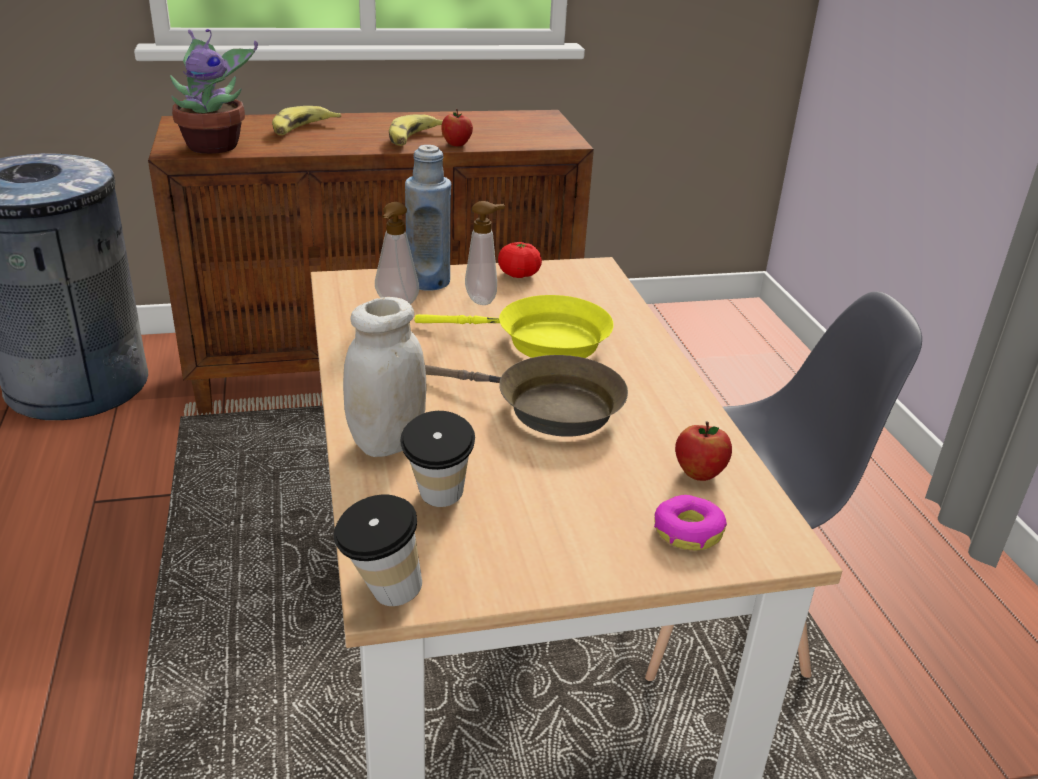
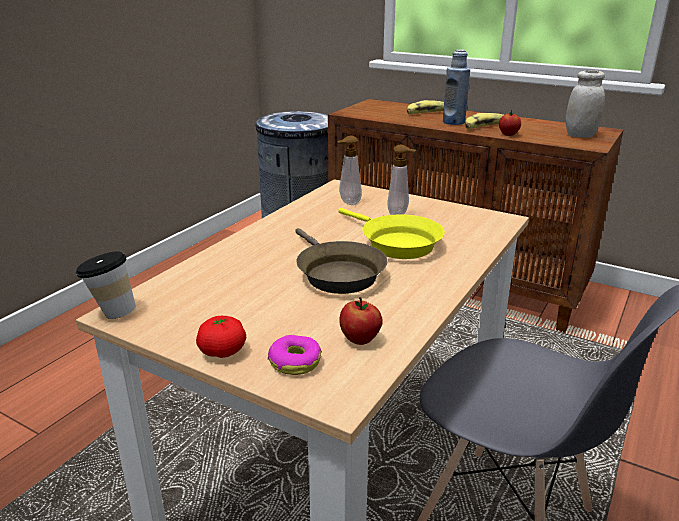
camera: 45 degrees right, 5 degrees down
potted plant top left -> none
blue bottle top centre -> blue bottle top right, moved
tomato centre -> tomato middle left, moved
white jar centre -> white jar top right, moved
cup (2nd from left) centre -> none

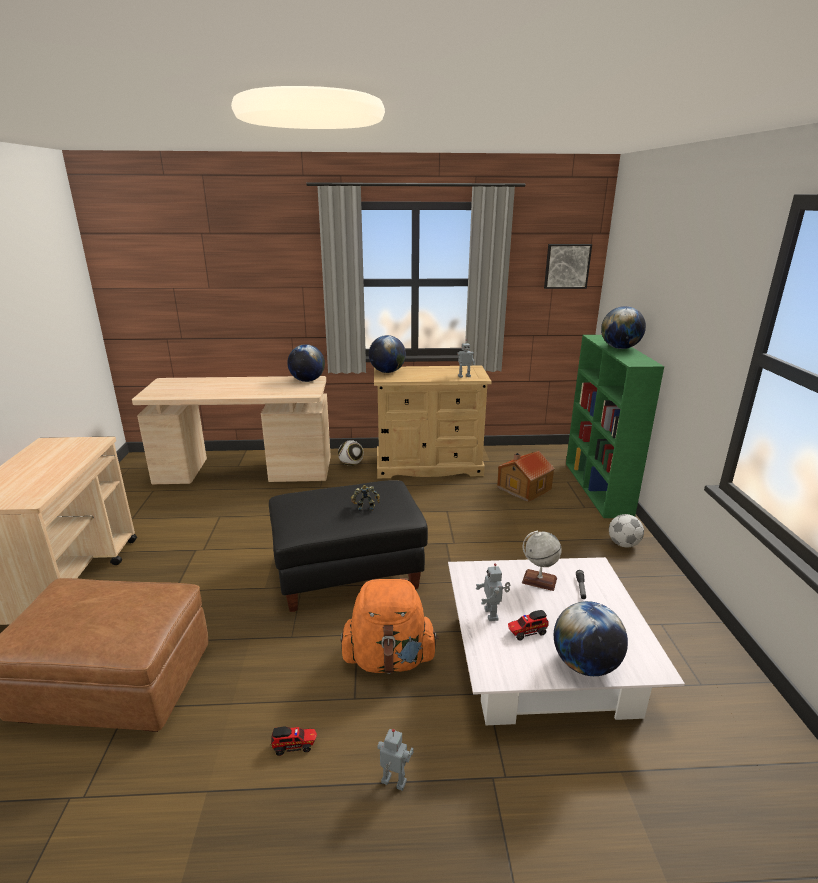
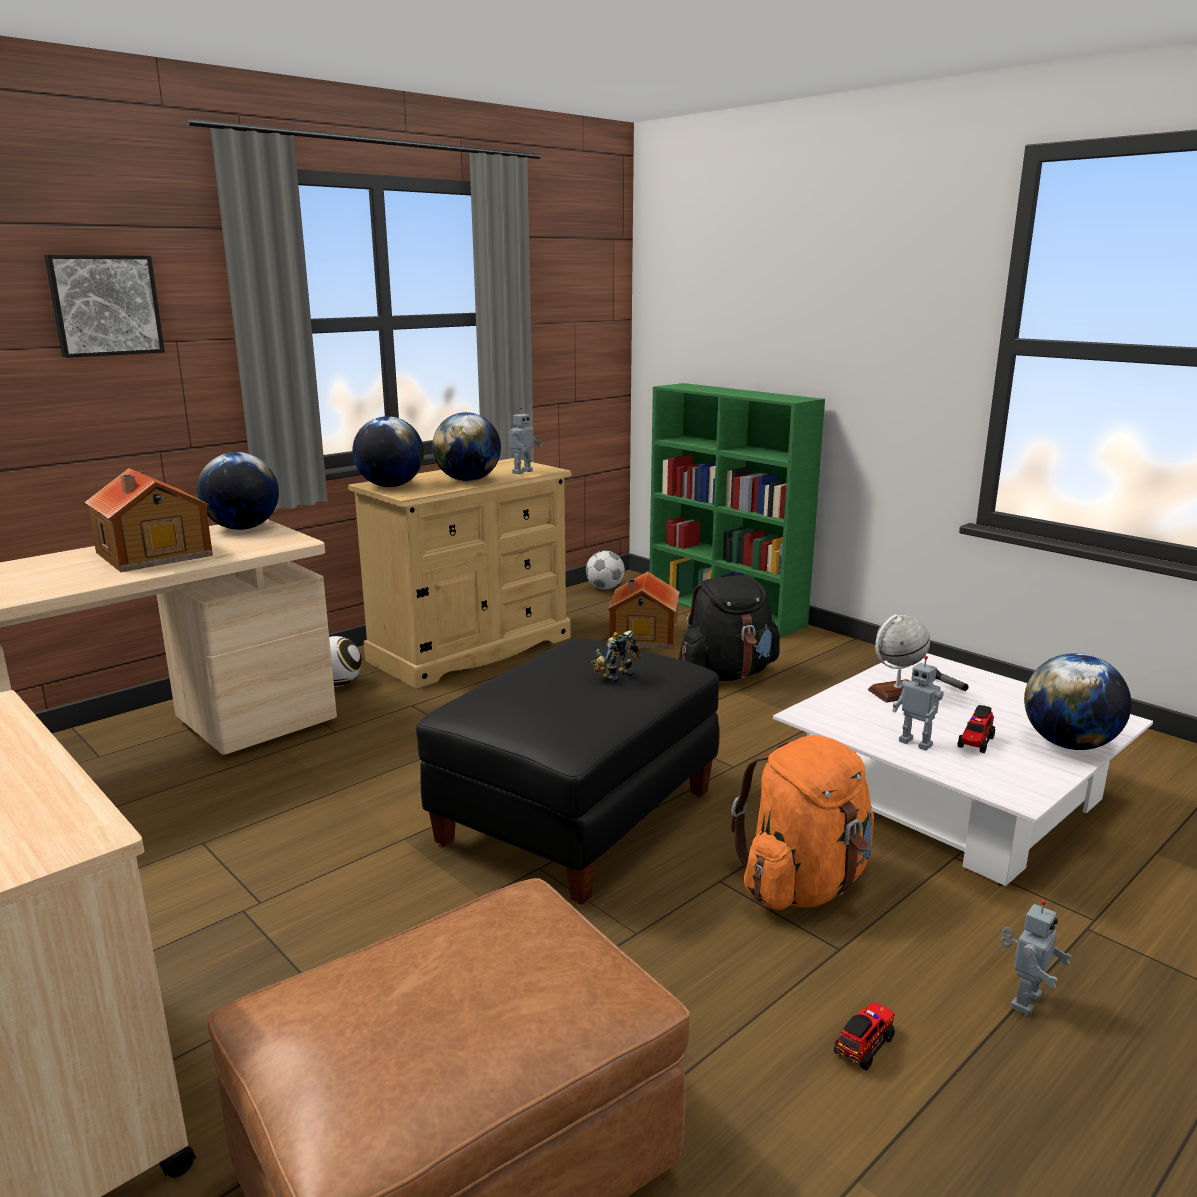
camera: 40 degrees left, 5 degrees down
picture top right -> picture top left, moved
globe (5th from left in the first image) middle right -> globe (3rd from left) centre, moved
football (2nd from left) middle right -> football (2nd from left) centre, moved
toy robot (2nd from left in the first image) bottom centre -> toy robot (4th from left) bottom right, 150 degrees clockwise
none -> toy house (1st from left) middle left
none -> black backpack centre

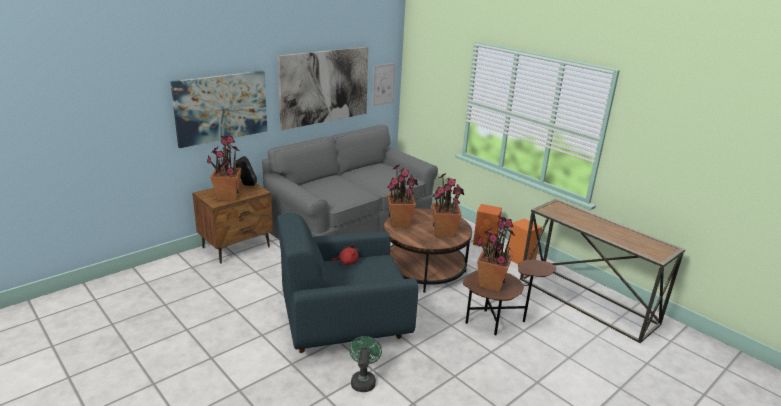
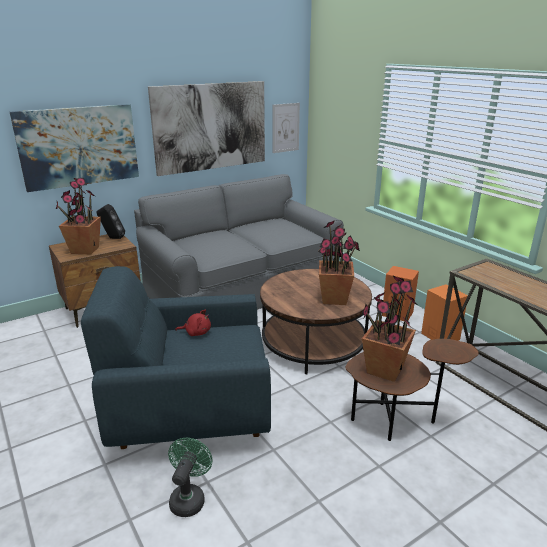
camera: 10 degrees right, 0 degrees up
potted plant (2nd from left) centre -> none

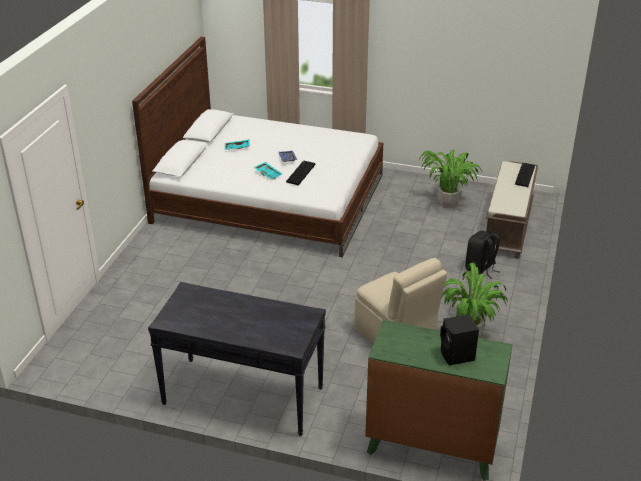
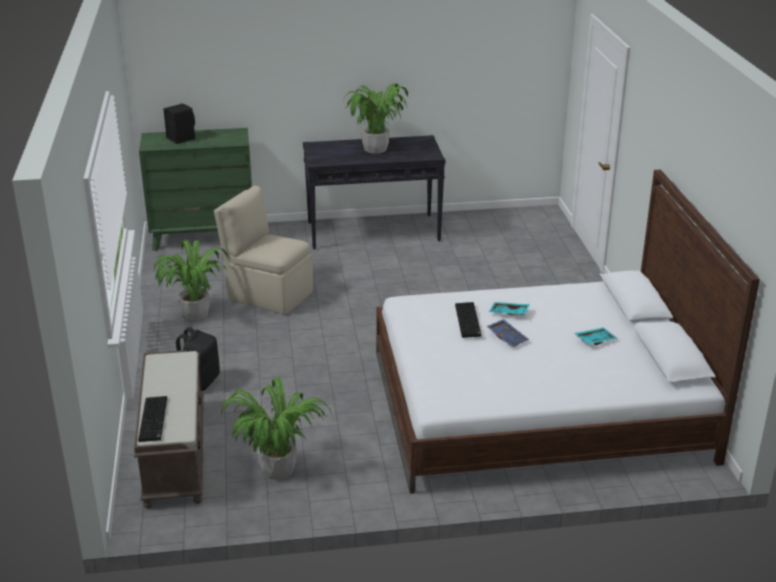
camera: 155 degrees right, 5 degrees down
none -> potted plant (3rd from left) top centre

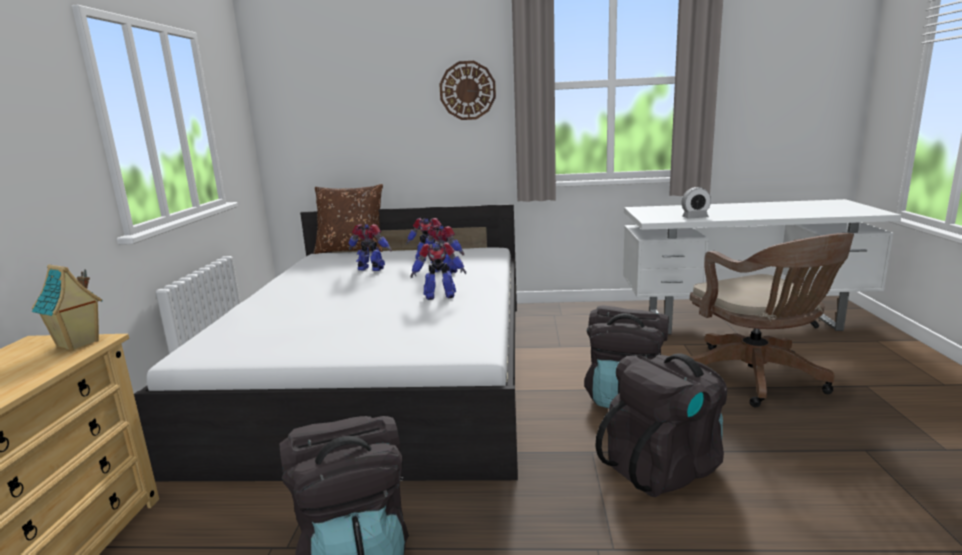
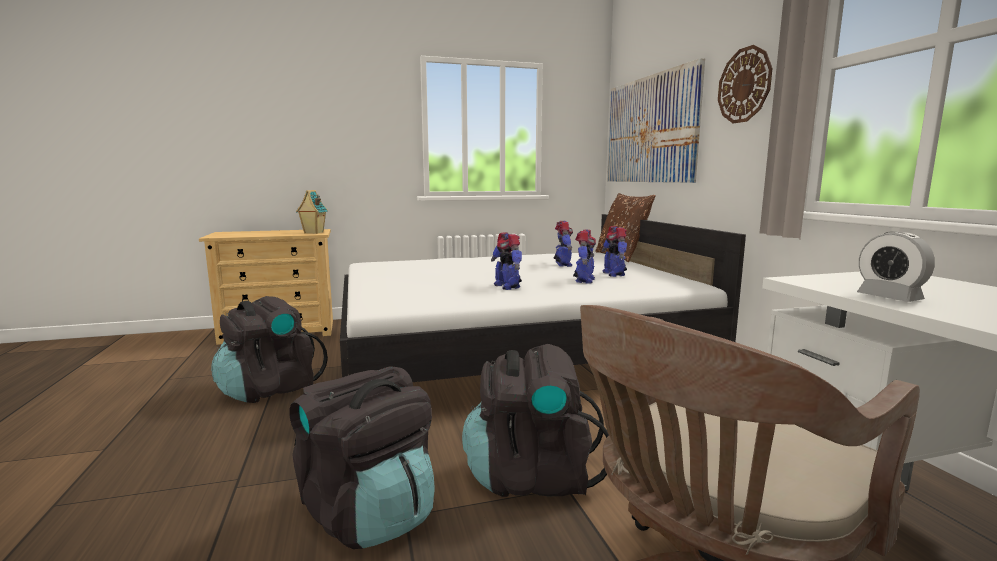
camera: 70 degrees right, 5 degrees down
none -> picture top centre

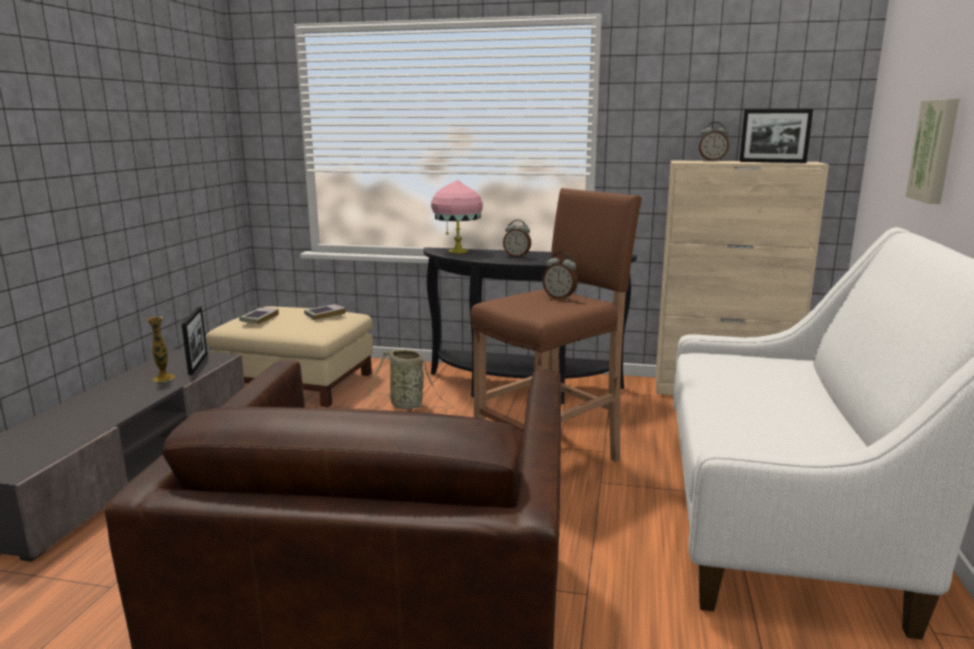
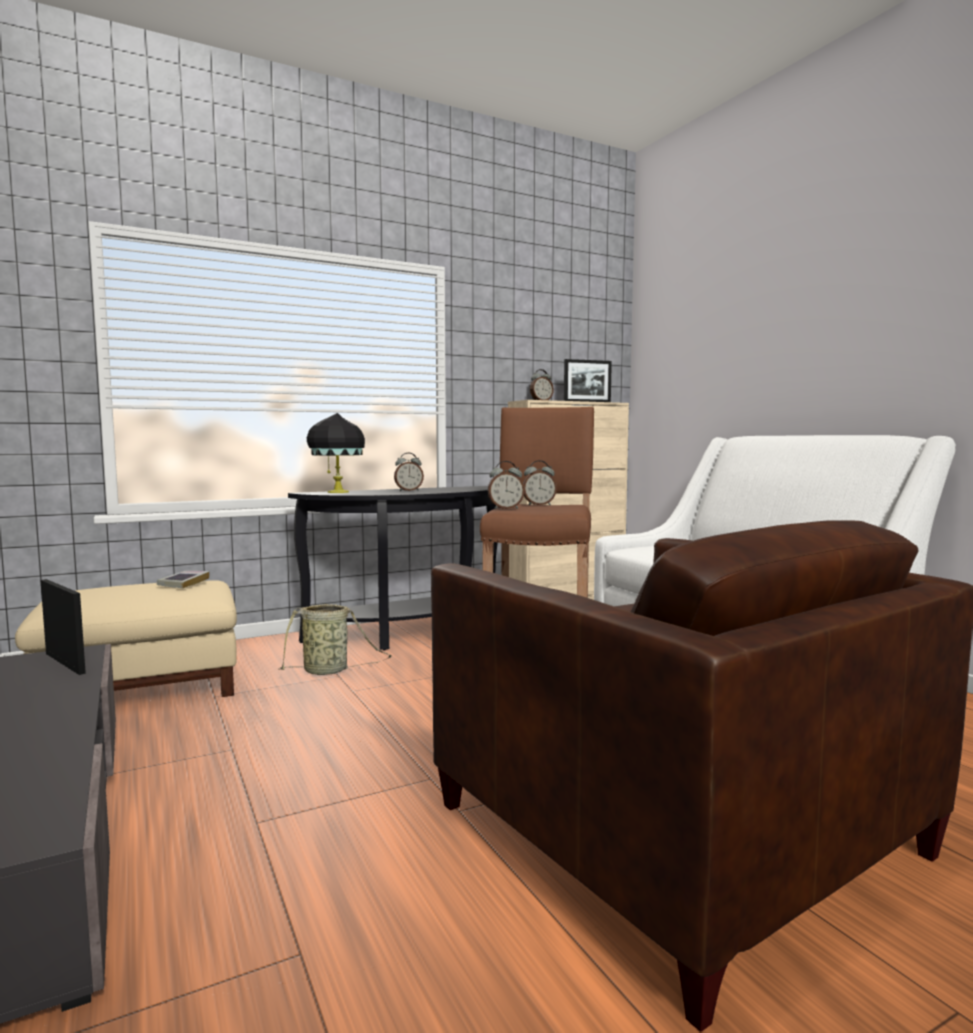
camera: 40 degrees left, 10 degrees down
picture top right -> none
pink table lamp top centre -> black table lamp centre
book (1st from left) middle left -> none
vase middle left -> none
none -> alarm clock (2nd from left) centre

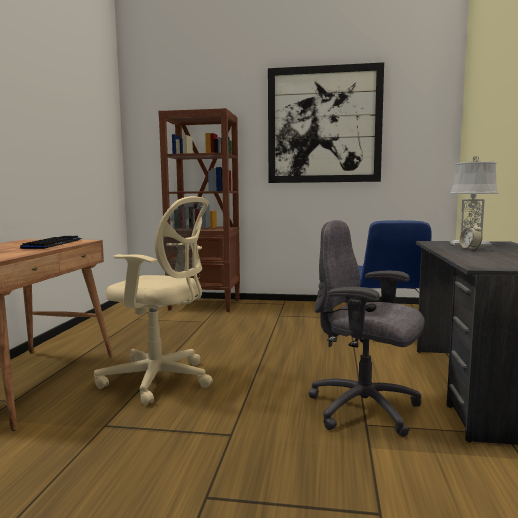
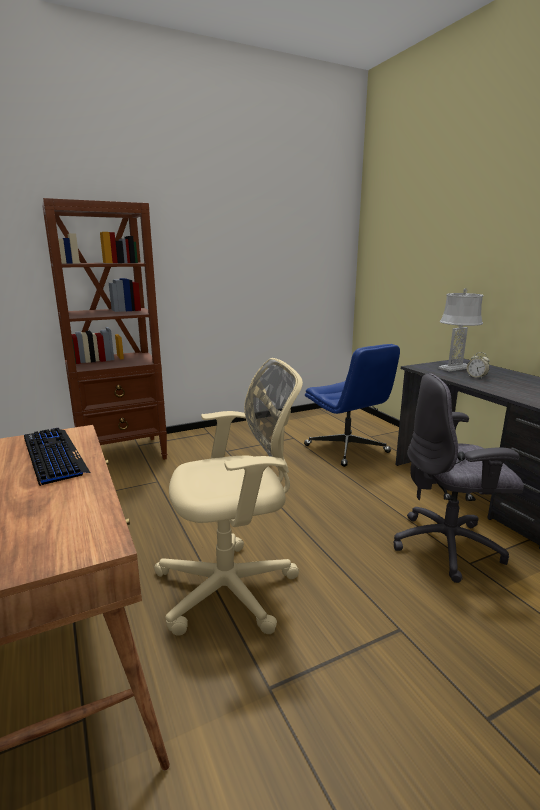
camera: 35 degrees left, 10 degrees up
picture top centre -> none

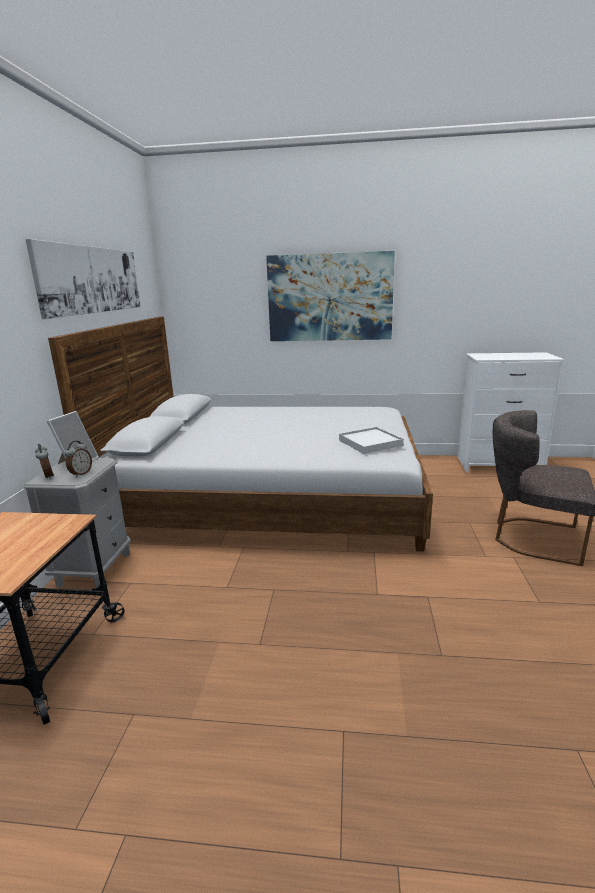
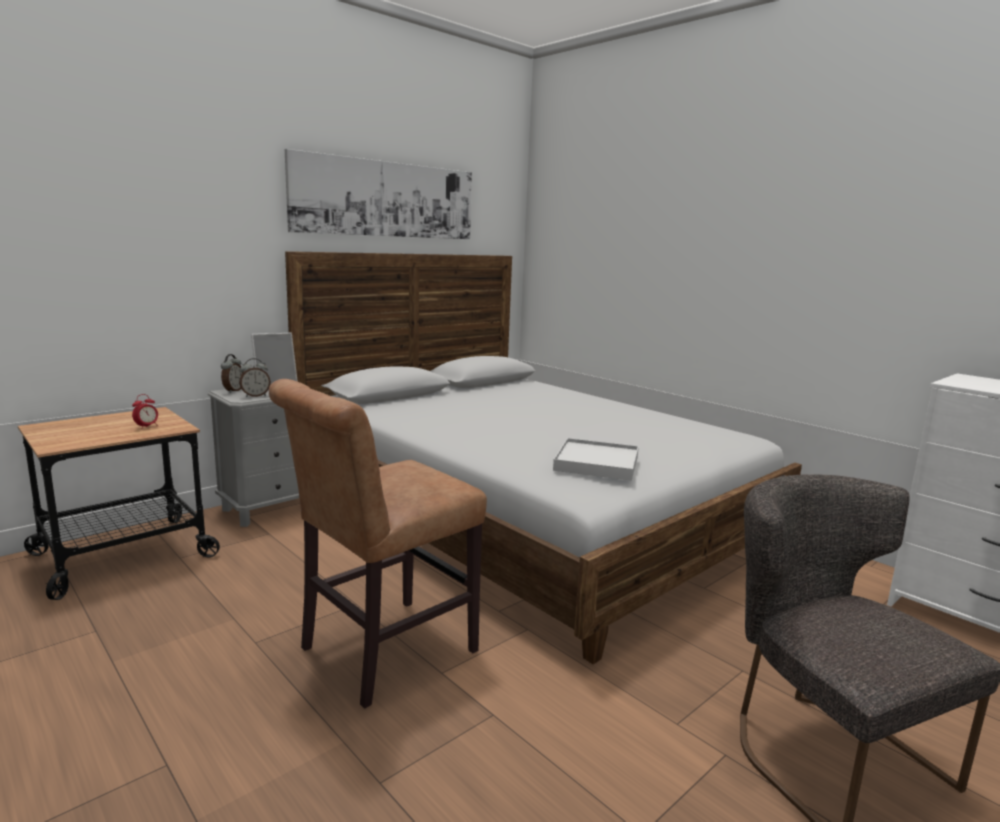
camera: 40 degrees right, 5 degrees down
picture (2nd from left) top centre -> none
none -> brown chair centre
none -> alarm clock (1st from left) middle left

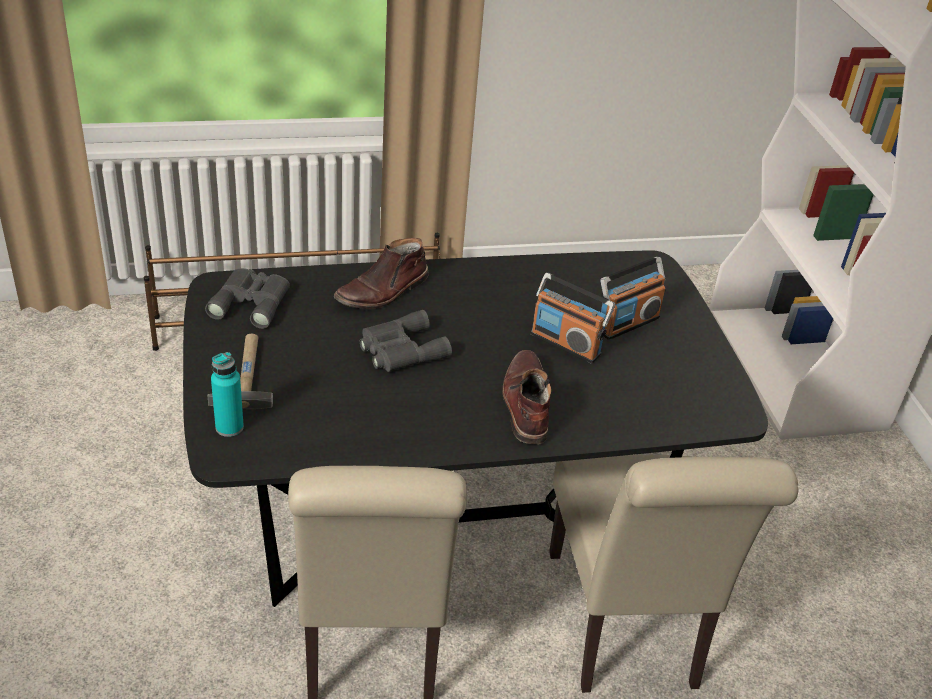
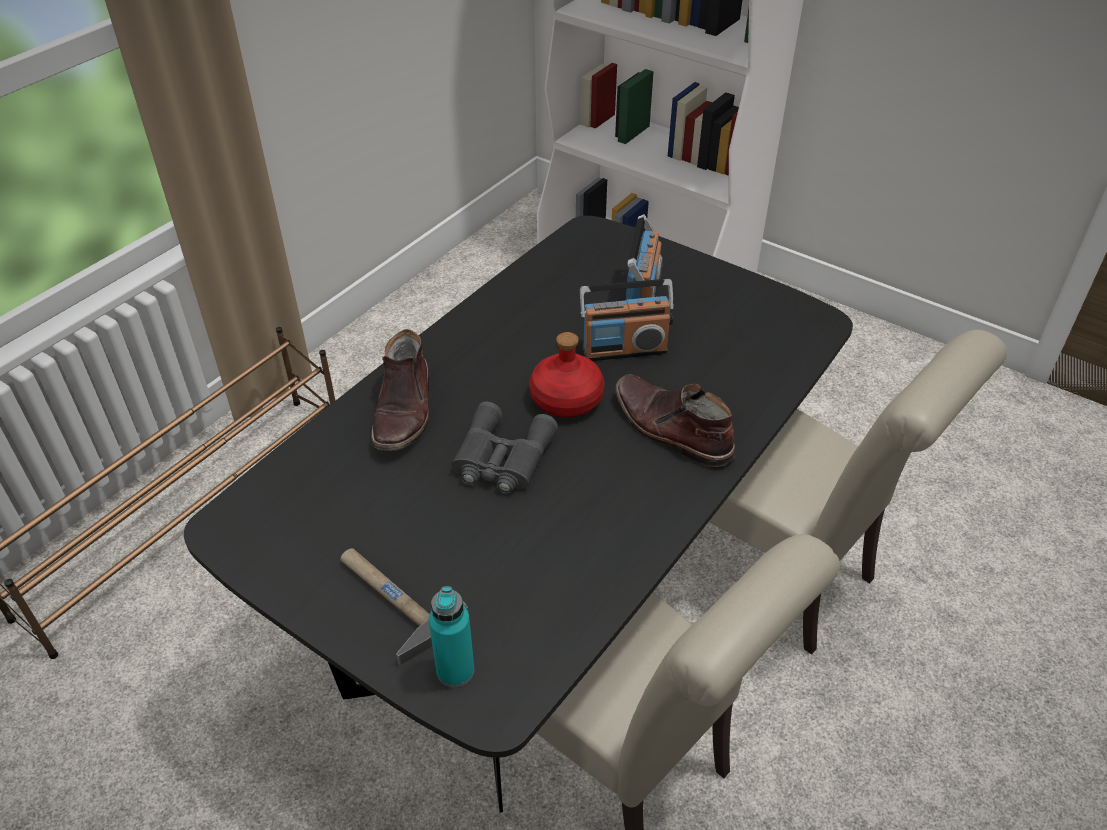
camera: 40 degrees left, 5 degrees up
grey binoculars (1st from left) middle left -> none
none -> red bottle centre

